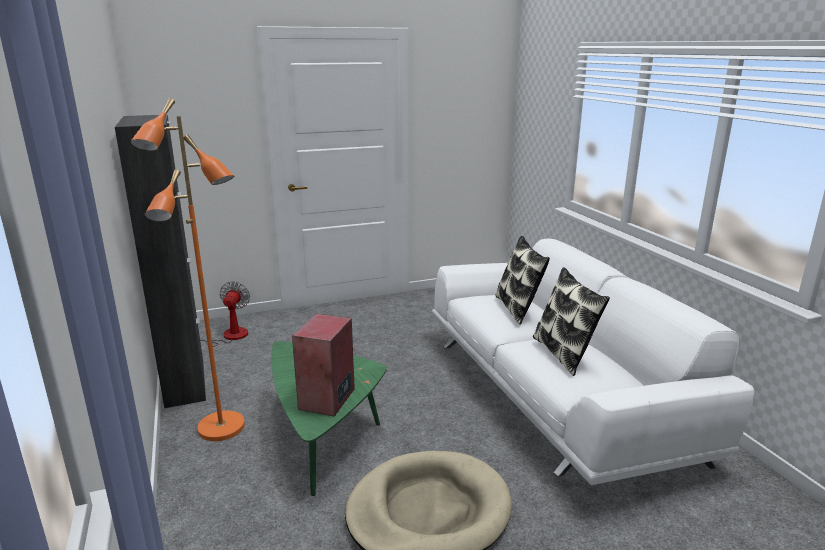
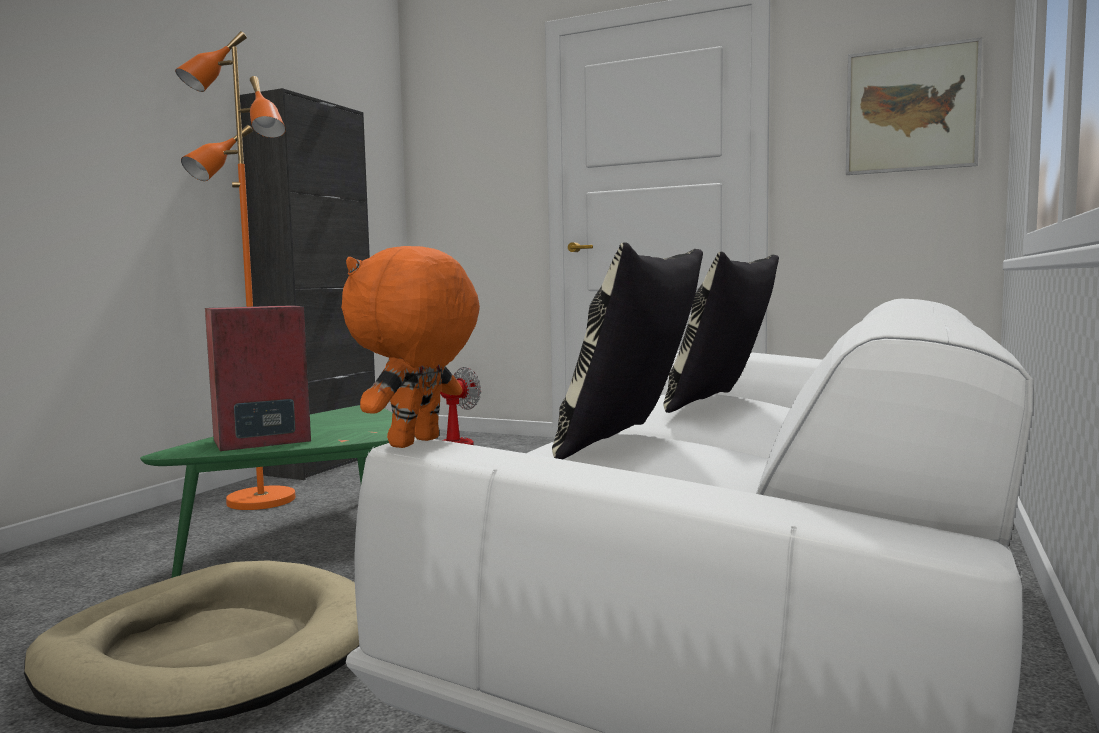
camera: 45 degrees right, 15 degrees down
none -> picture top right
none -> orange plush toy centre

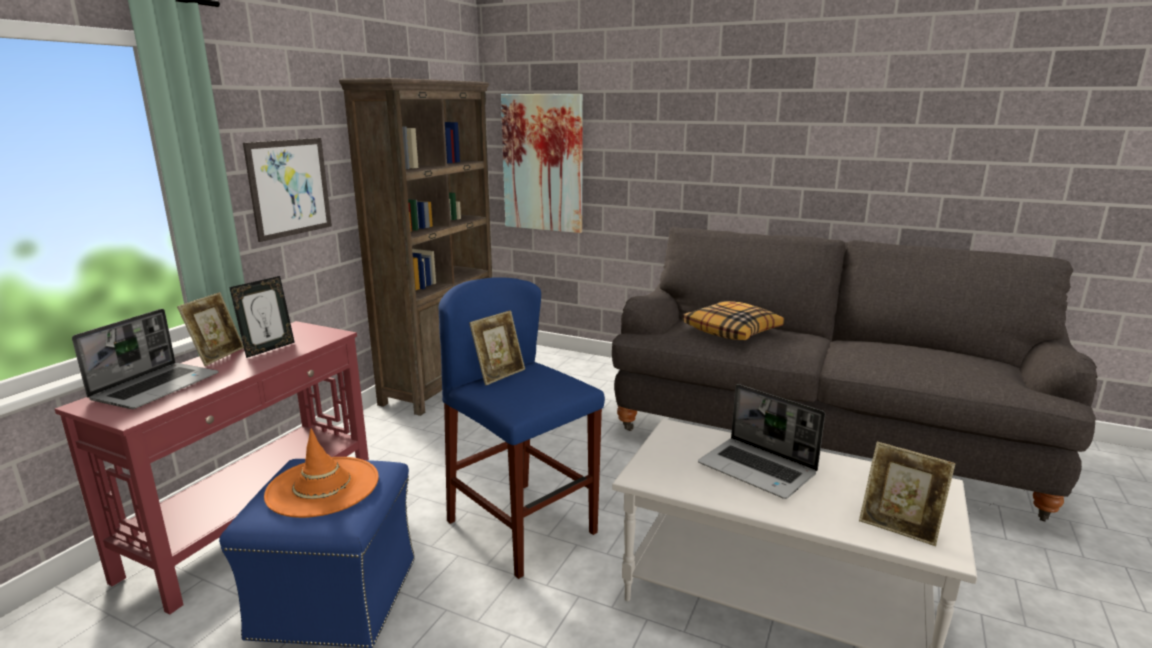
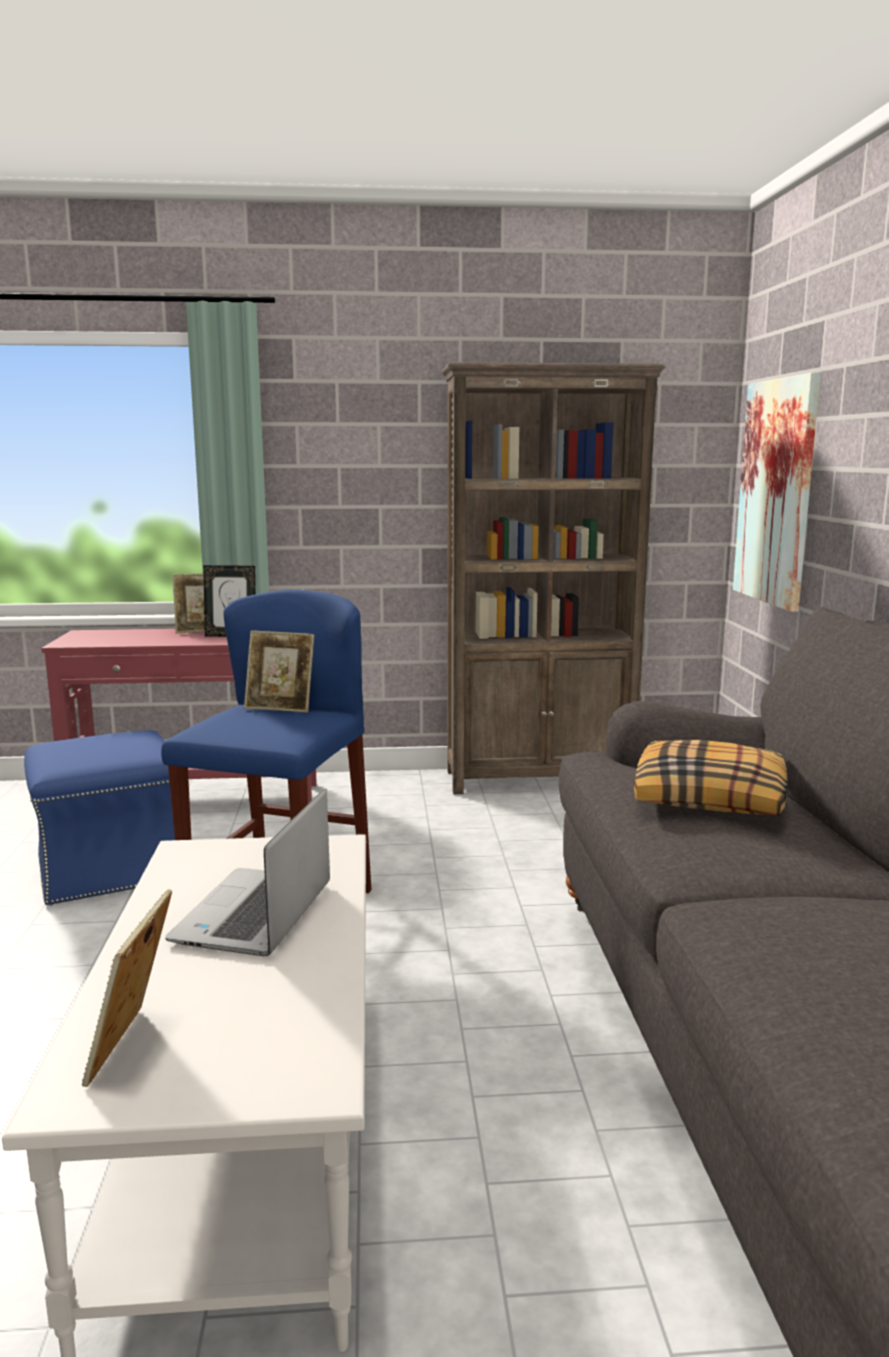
camera: 60 degrees right, 5 degrees down
picture (1st from left) top left -> none
laptop (1st from left) middle left -> none
orange hat bottom left -> none

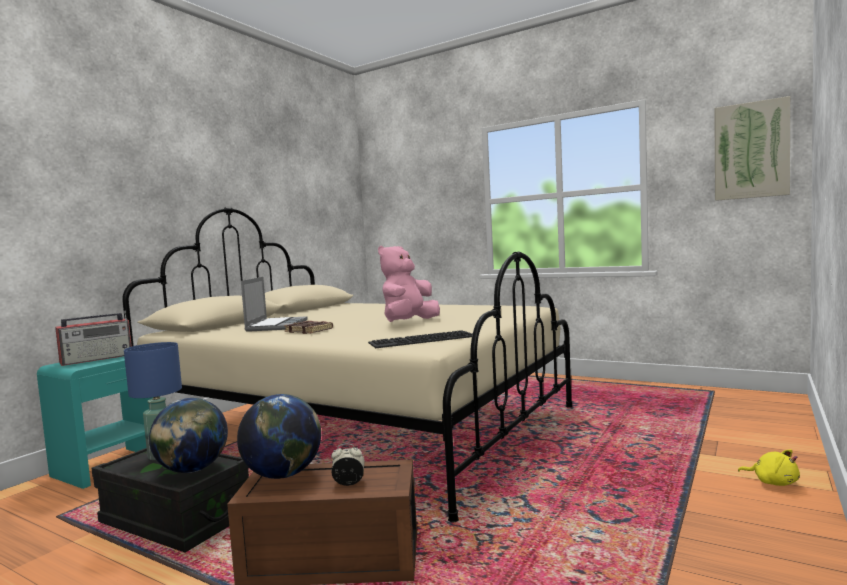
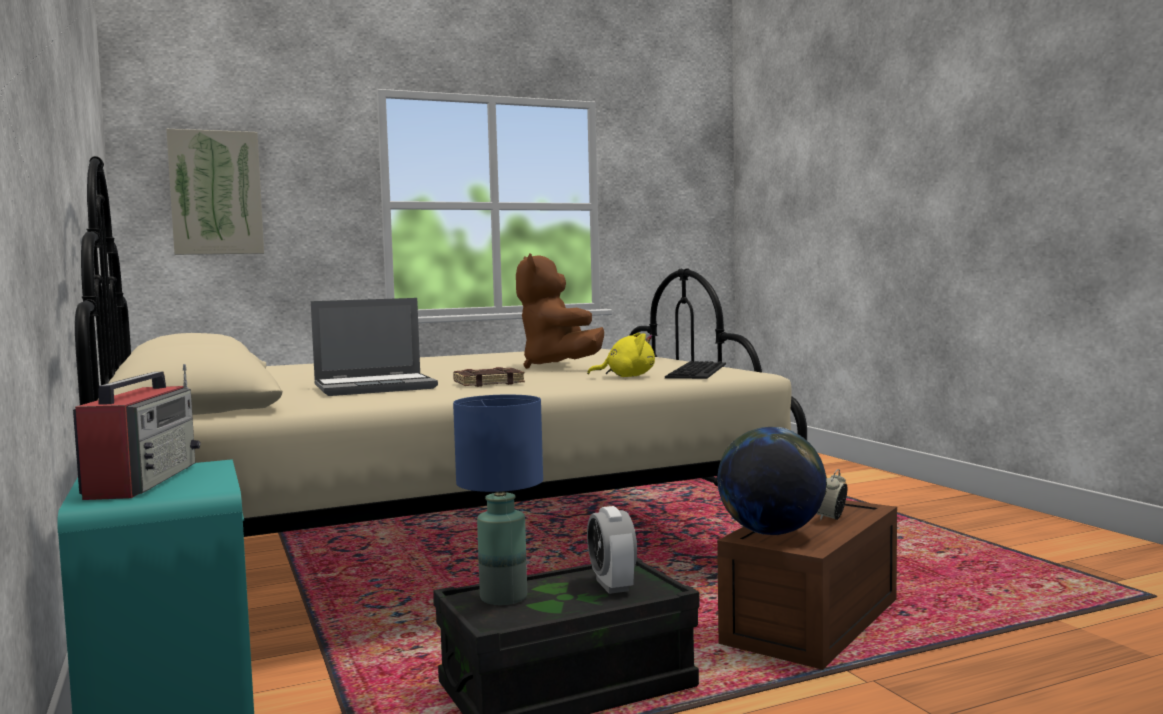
camera: 55 degrees left, 0 degrees up
picture top right -> picture top left, moved
pink plush toy centre -> brown plush toy centre
laptop middle left, 120 degrees clockwise
globe (1st from left) bottom left -> alarm clock (1st from left) bottom centre
yellow plush toy bottom right -> yellow plush toy centre, moved

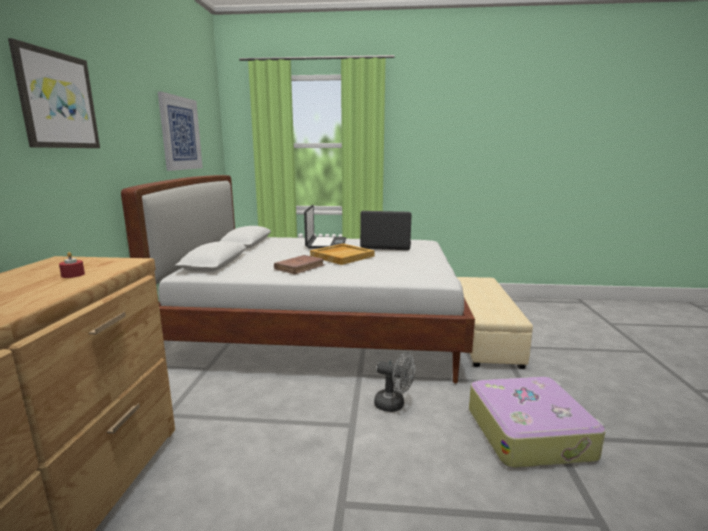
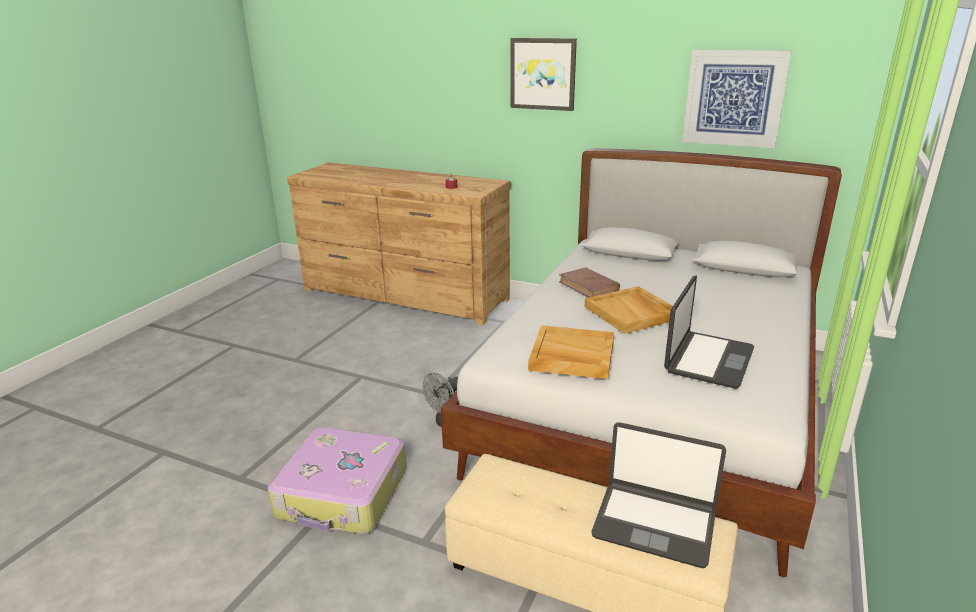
camera: 110 degrees right, 10 degrees up
laptop (1st from left) centre -> laptop (1st from left) bottom right, moved
none -> beige tray (1st from left) centre

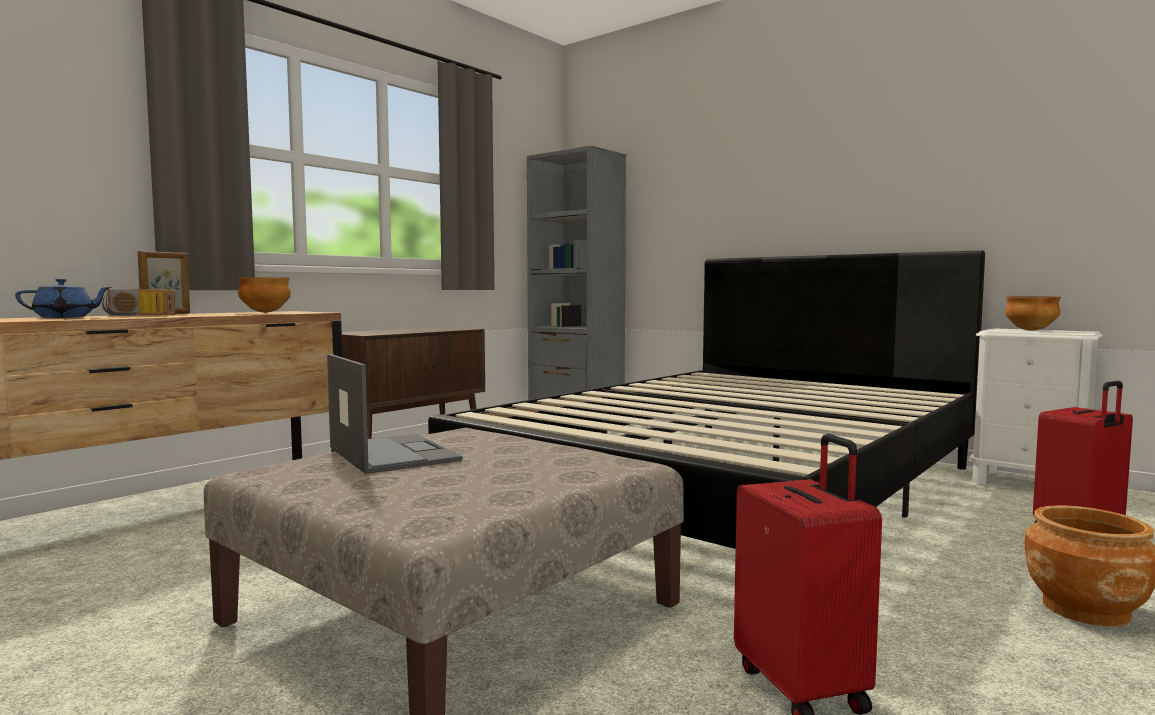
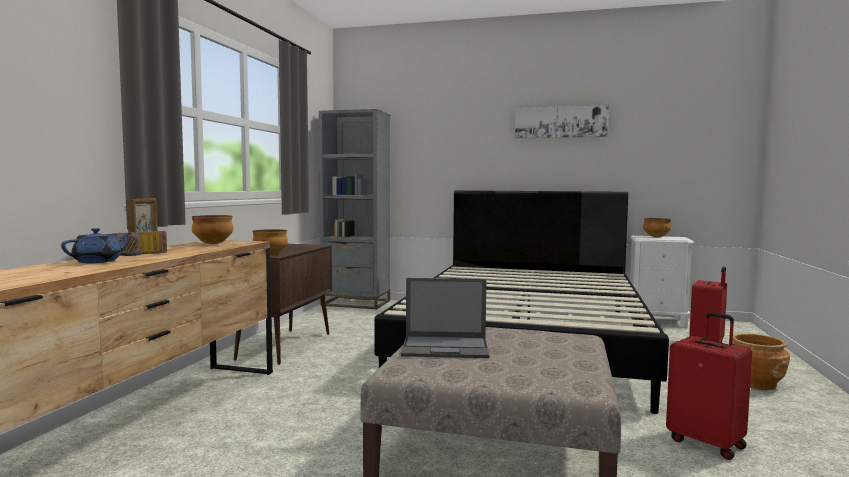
camera: 25 degrees left, 0 degrees up
laptop centre -> laptop bottom centre, 150 degrees clockwise
none -> picture top centre
none -> bowl (2nd from left) middle left

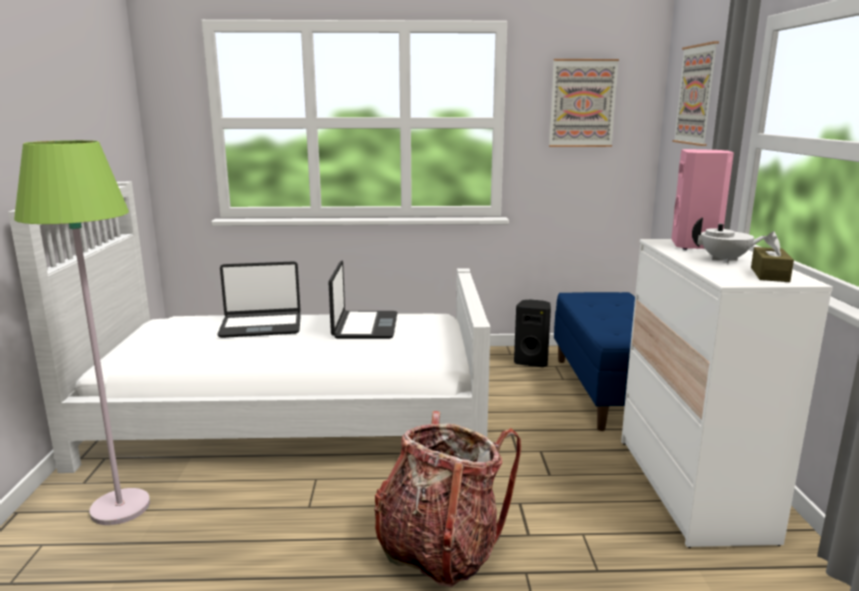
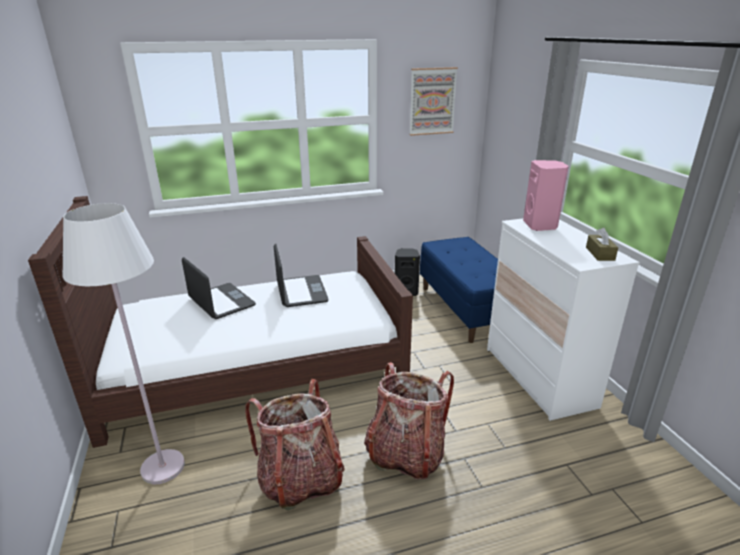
camera: 15 degrees left, 10 degrees up
picture (2nd from left) top right -> none
green floor lamp middle left -> white floor lamp middle left
white bed middle left -> brown bed middle left
white teapot middle right -> none
laptop (1st from left) middle left, 105 degrees counterclockwise
none -> backpack (1st from left) bottom centre

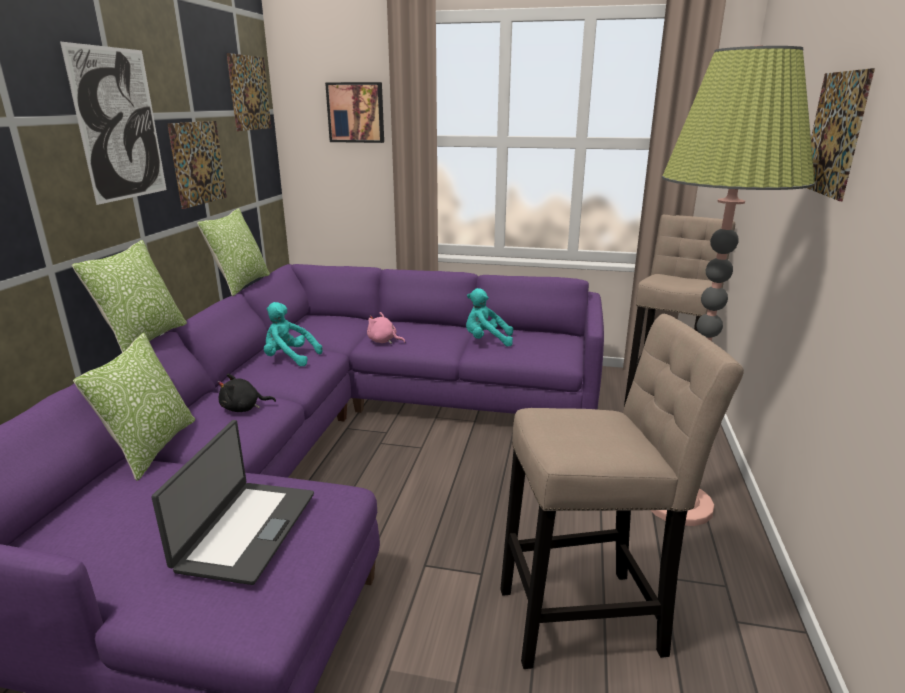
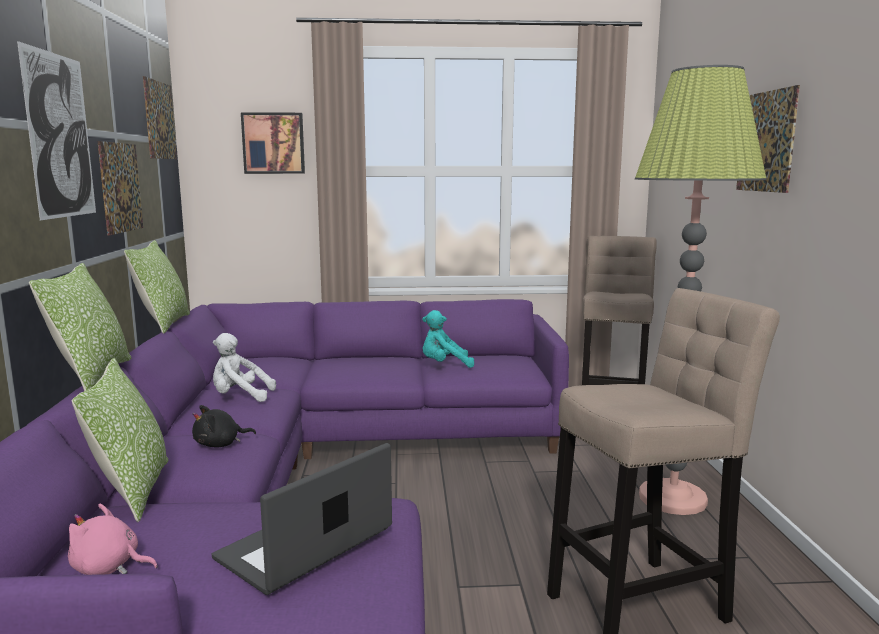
camera: 15 degrees left, 10 degrees down
turquoise plush toy (1st from left) middle left -> white plush toy middle left
pink plush toy centre -> pink plush toy bottom left, moved
laptop bottom left -> laptop bottom centre, 135 degrees counterclockwise

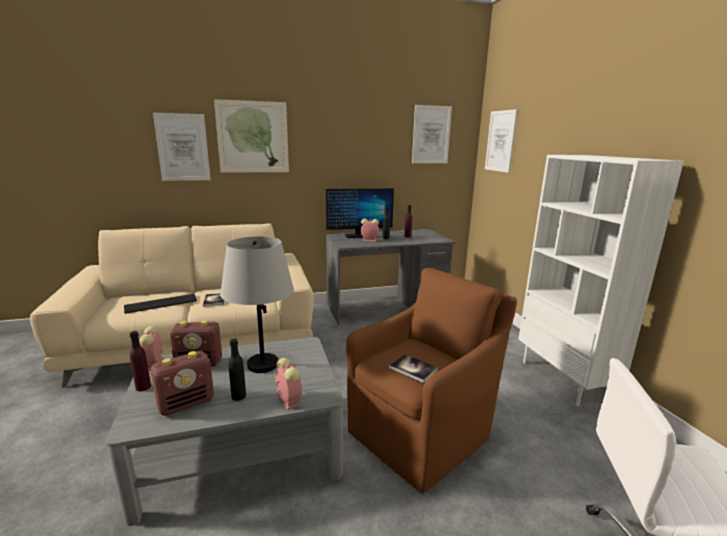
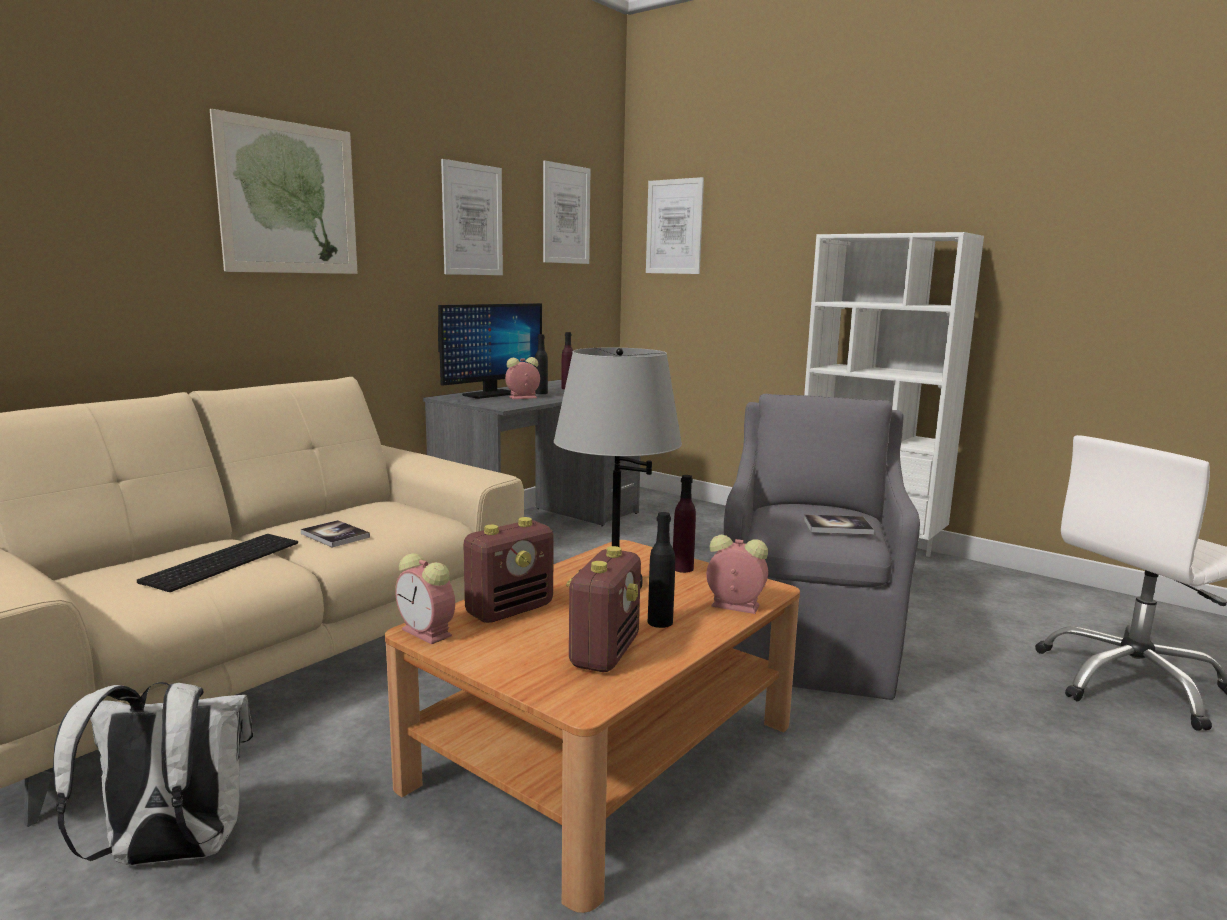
camera: 35 degrees left, 5 degrees down
picture (1st from left in the first image) top left -> picture (2nd from left) top centre, moved
brown armchair bottom centre -> grey armchair middle right
purple bottle (1st from left in the first image) bottom left -> purple bottle (2nd from left) centre, moved
grey coffee table bottom left -> brown coffee table bottom centre
none -> white backpack bottom left

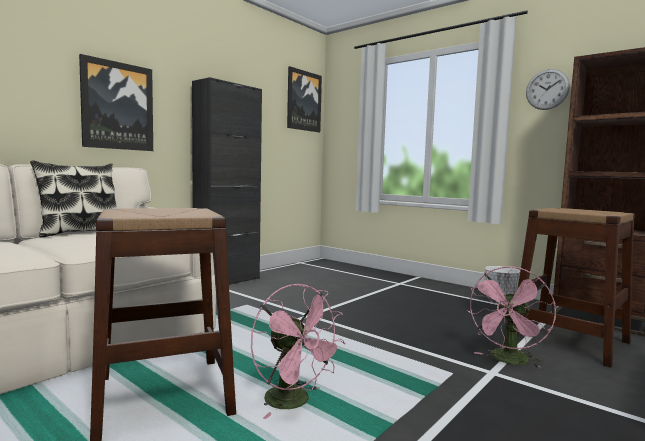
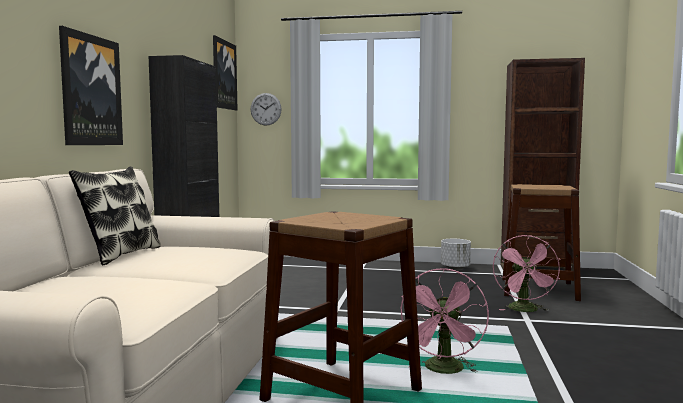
camera: 30 degrees left, 0 degrees up
wall clock top right -> wall clock top centre, moved
pink fan (1st from left) bottom centre, 90 degrees clockwise

